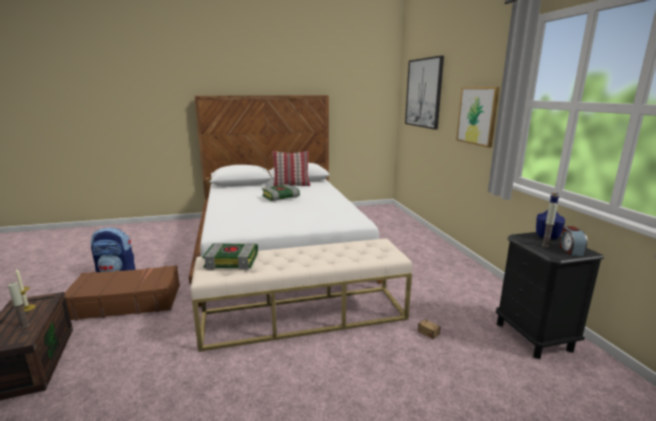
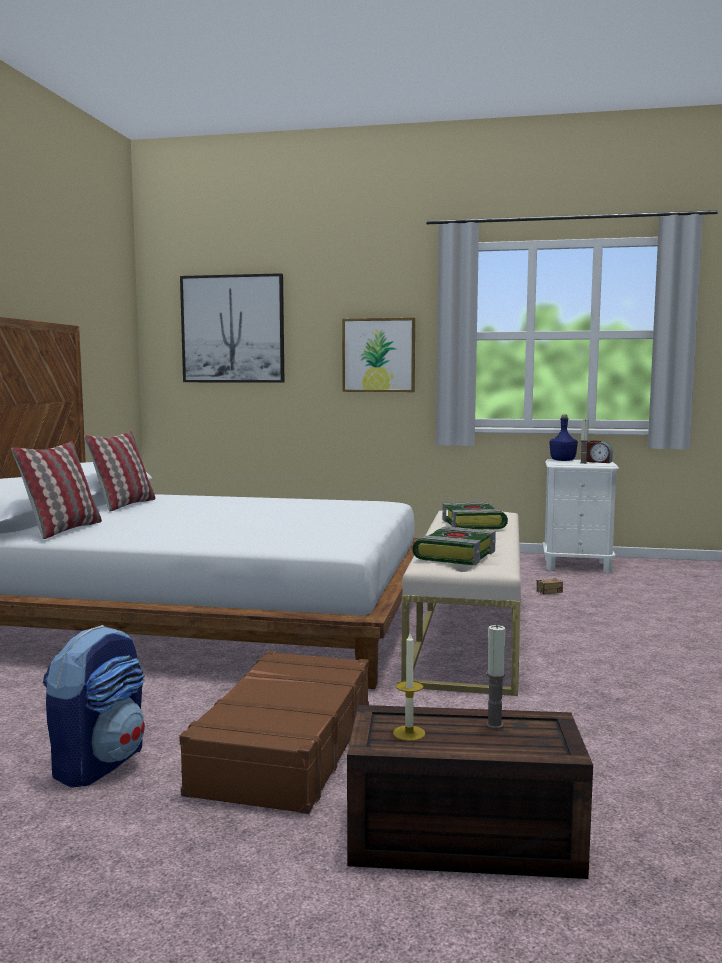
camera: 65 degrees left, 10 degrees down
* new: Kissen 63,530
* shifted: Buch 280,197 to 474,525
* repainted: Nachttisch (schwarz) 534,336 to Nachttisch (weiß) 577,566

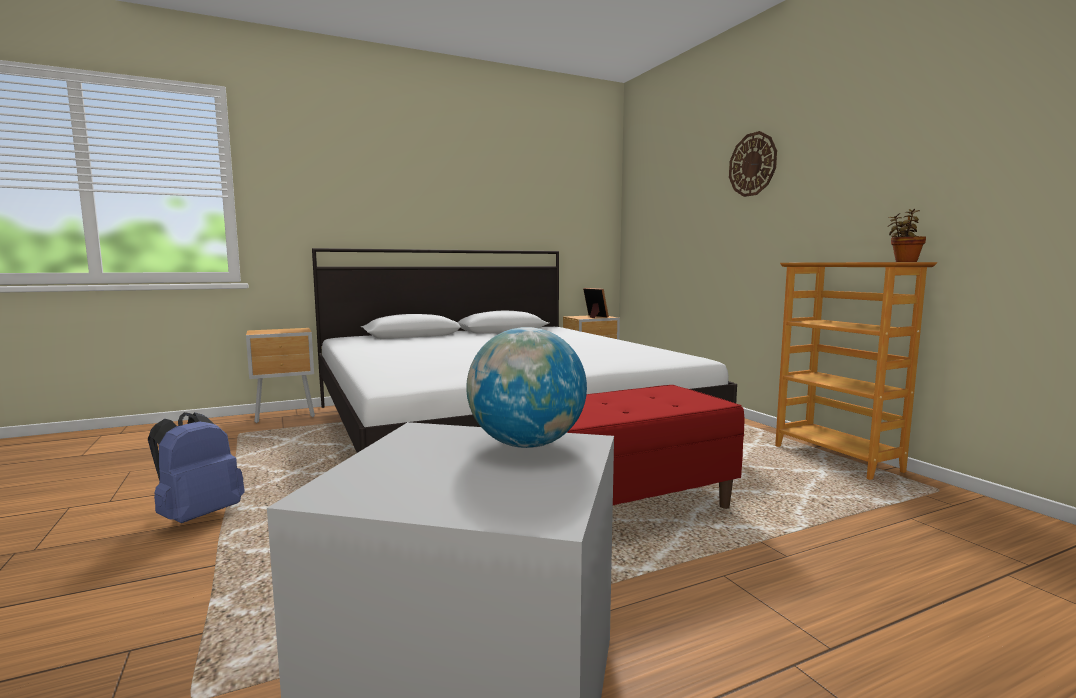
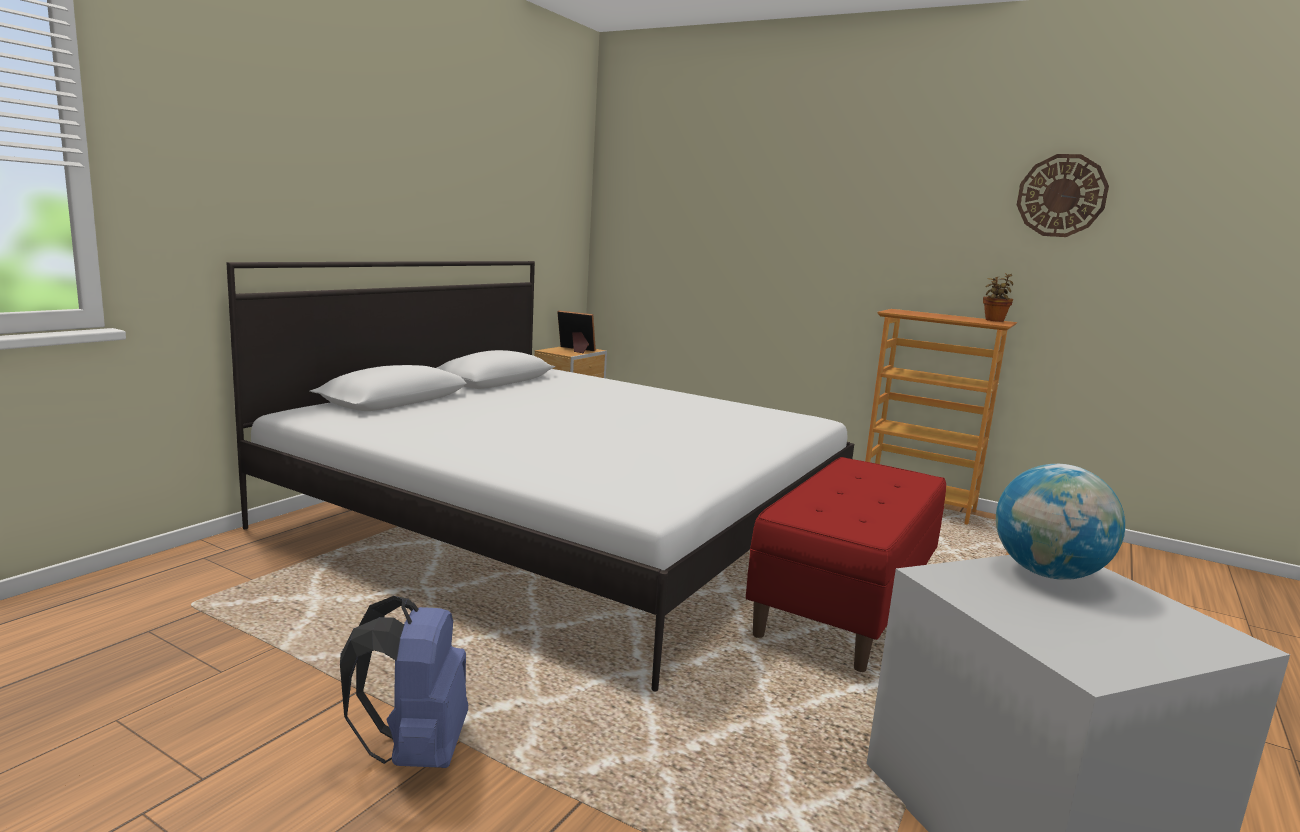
camera: 35 degrees left, 5 degrees up
* gone: Nachttisch (braun) 286,415
* shifted: Wanduhr 752,164 to 1061,195

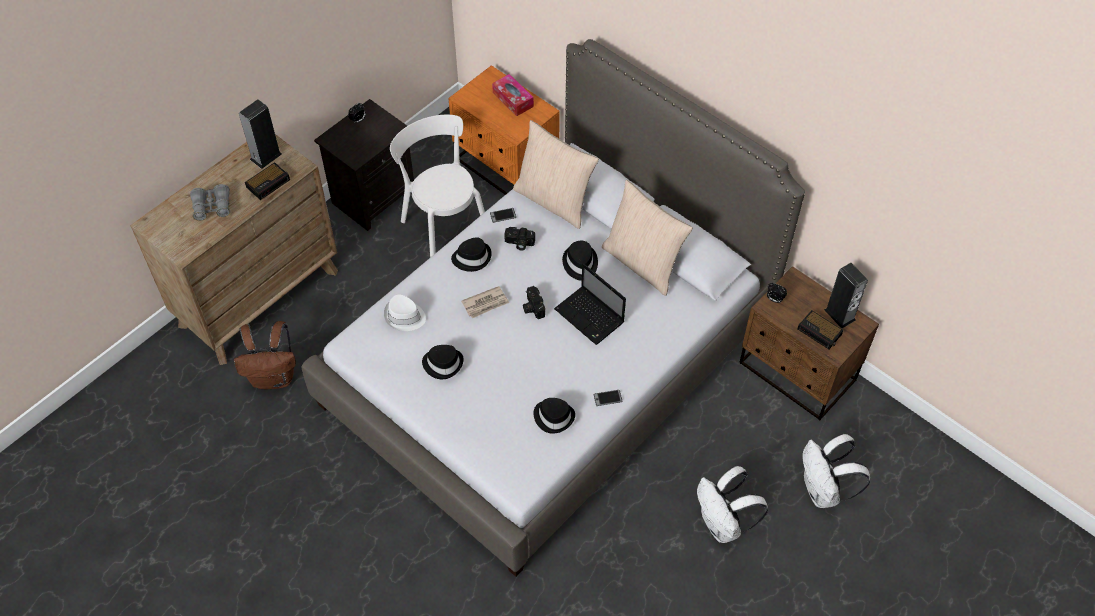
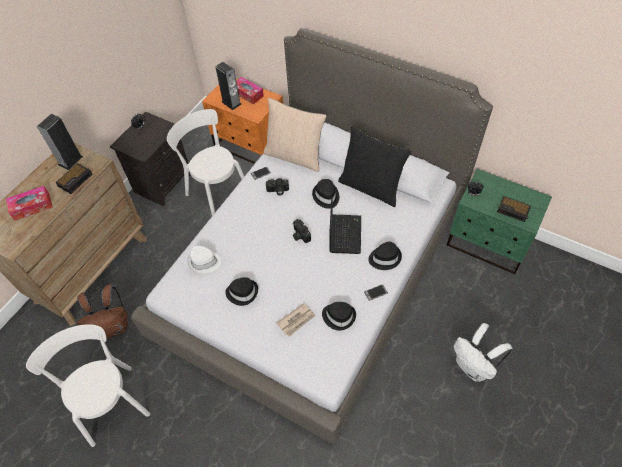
camera: 10 degrees left, 0 degrees up
* gone: Rucksack (weiß) 823,491
* new: Stuhl (weiß) 110,401
* shifted: Hut (schwarz) 472,257 to 384,258
* shifted: Zeitung 485,303 to 296,320
* shifted: Lautsprecher 839,314 to 231,103
* swapped: Fernglas (grau) 212,207 to Taschentuchbox 32,207
* repainted: Kissen (beige) 643,263 to Kissen (schwarz) 371,187
* repainted: Nachttisch (braun) 797,372 to Nachttisch (grün) 487,244
* rotated: Laptop 590,317 = 345,233 120 degrees counterclockwise

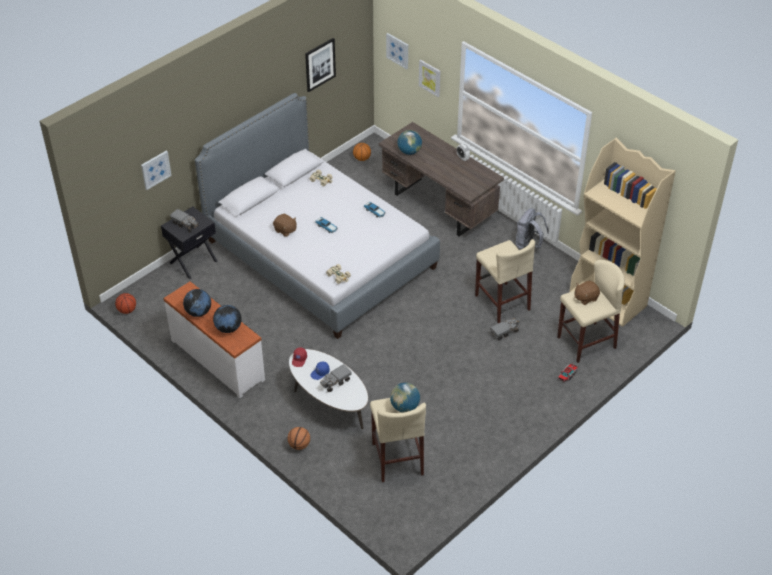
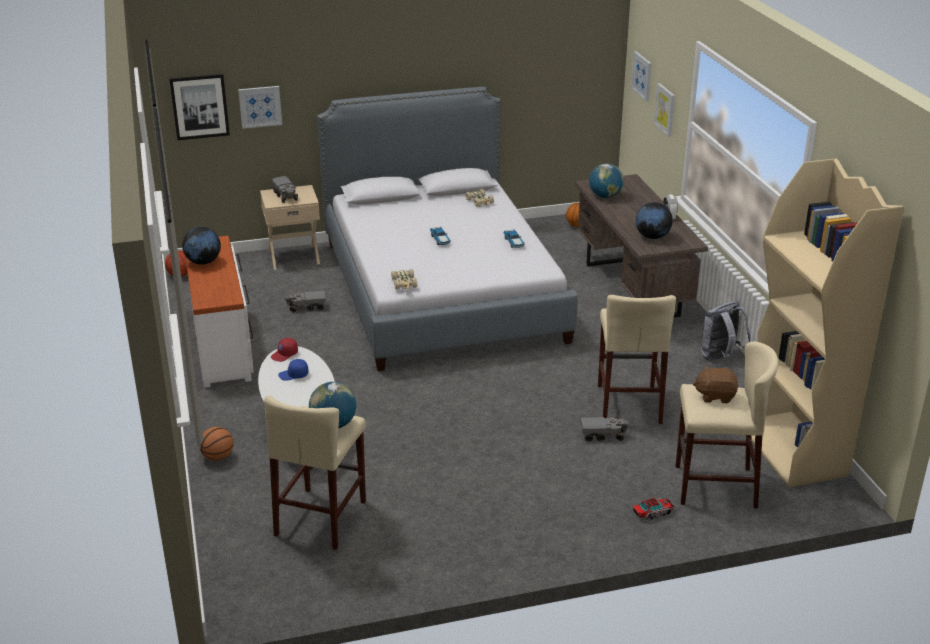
camera: 30 degrees right, 15 degrees down
* gone: Plüschtier (braun) 285,230
* shifted: Globus 228,328 to 652,237
* shifted: Bild 320,64 to 199,106
* shifted: Spielzeuglaster 335,382 to 306,307
* repainted: Nachttisch (schwarz) 193,261 to Nachttisch (beige) 293,256

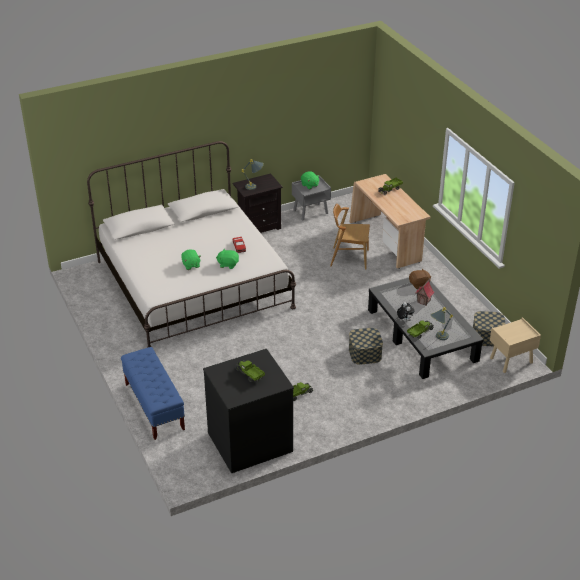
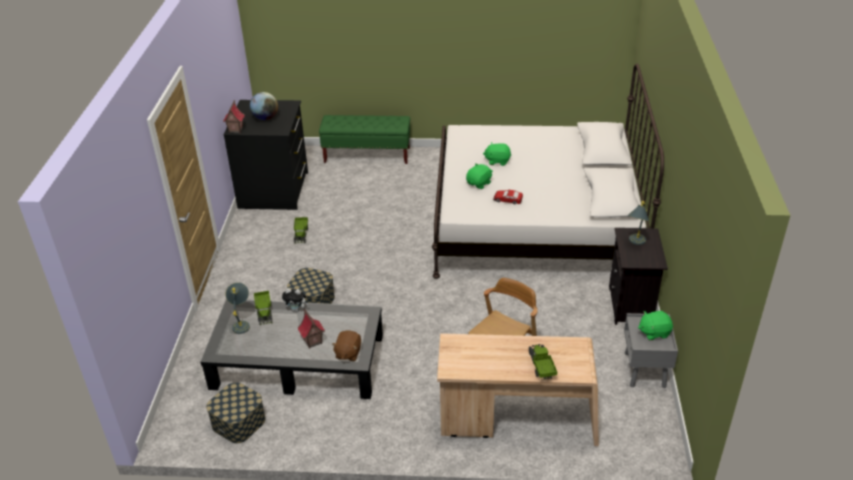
camera: 120 degrees right, 0 degrees up
* gone: Nachttisch (beige) 511,361
* new: Spielzeughaus 235,130
* swapped: Spielzeuglaster 249,374 to Globus 265,118
* repainted: Bank (blau) 154,406 to Bank (grün) 367,155

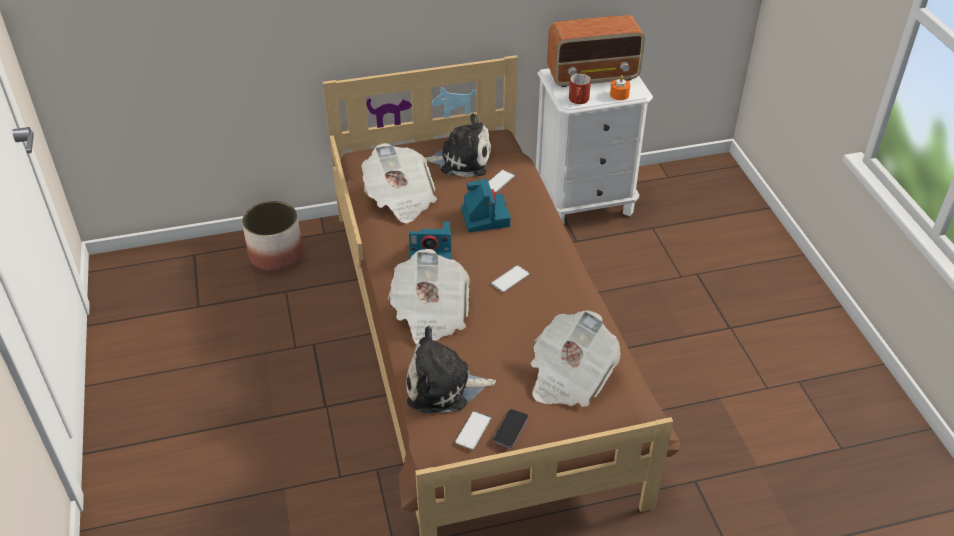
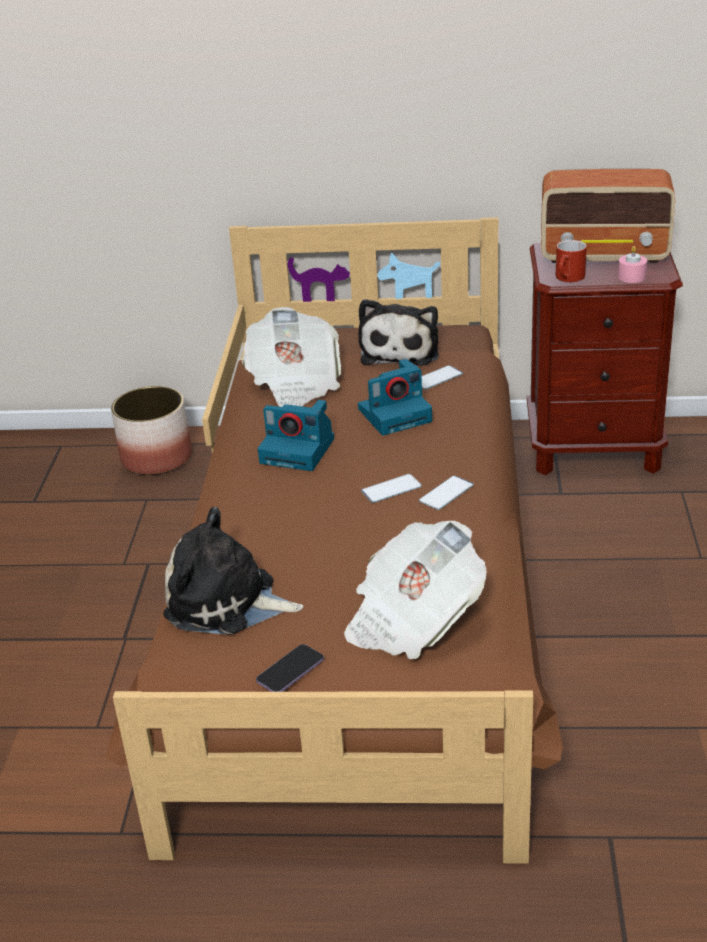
camera: 20 degrees right, 10 degrees down
* gone: Zeitung 430,314
* shifted: Handy 473,430 to 446,493
* repainted: Nachttisch (weiß) 585,202 to Nachttisch (braun) 594,449
* repainted: Kerze (orange) 619,95 to Kerze (rosa) 631,277
* rotated: Plüschtier 462,160 = 401,350 75 degrees clockwise
* rotated: Kamera 484,216 = 396,414 60 degrees clockwise

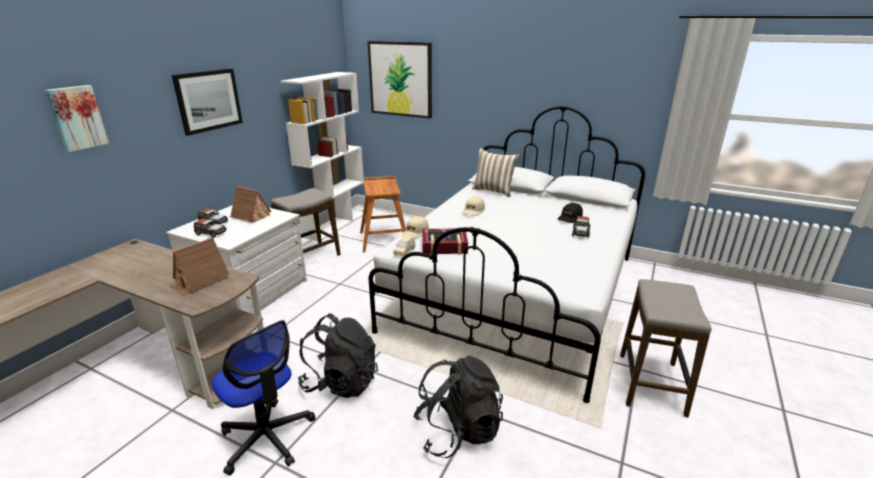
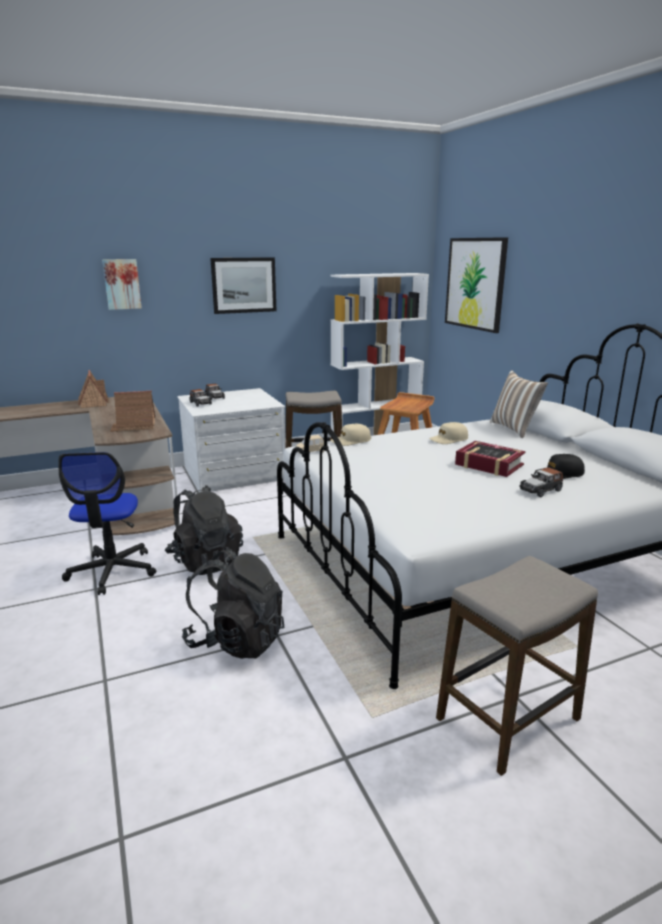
camera: 40 degrees right, 5 degrees down
* shifted: Spielzeughaus 250,216 to 93,403
* shifted: Buch 444,246 to 489,465

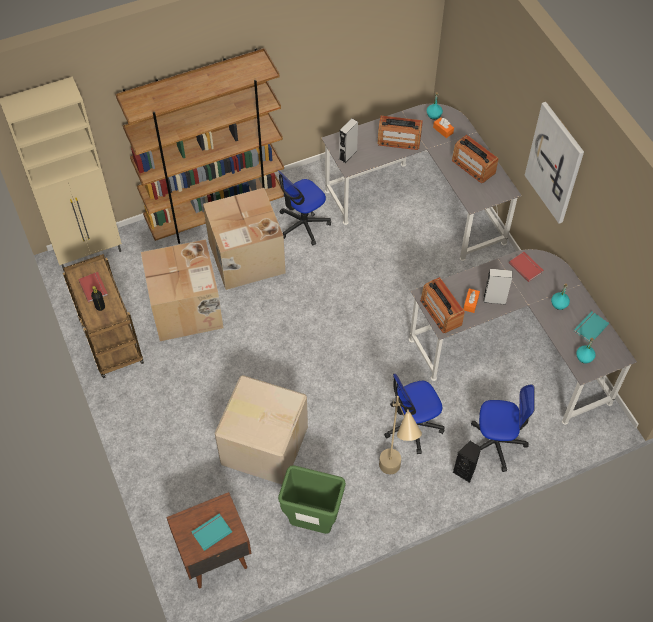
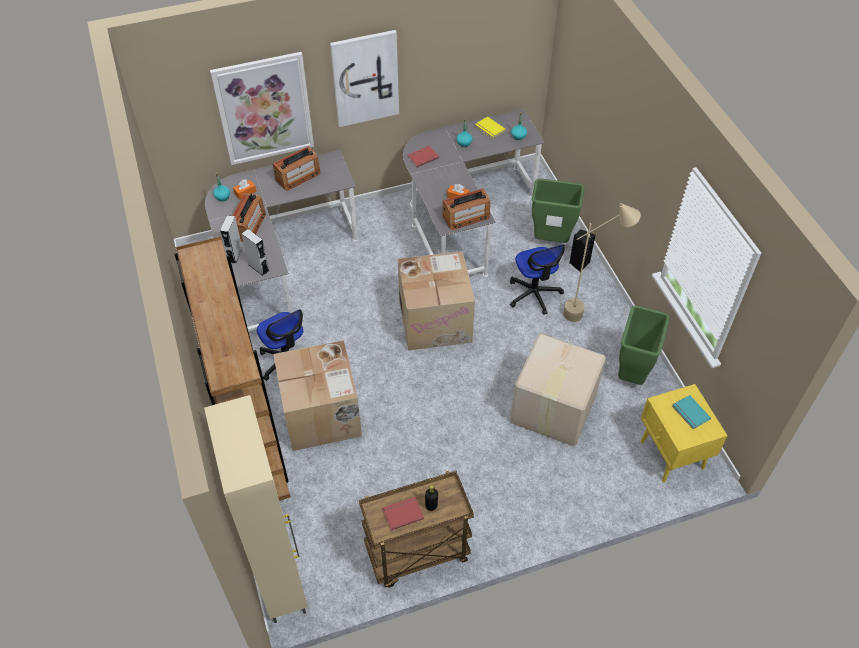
camera: 85 degrees left, 5 degrees down
* new: Bild 264,109
* shifted: Karton 187,309 to 436,320
* shifted: Lautsprecher (grau) 494,299 to 235,255
* swapped: Bürostuhl 496,442 to Mülleimer (grün) 551,240
* repainted: Nachttisch (braun) 213,556 to Nachttisch (gelb) 672,456
* repainted: Buch (türkis) 589,327 to Buch (gelb) 489,129

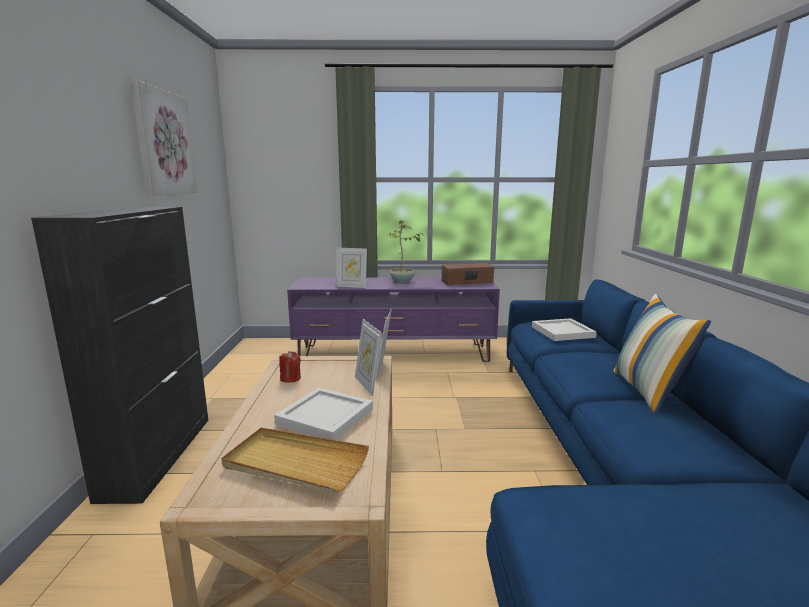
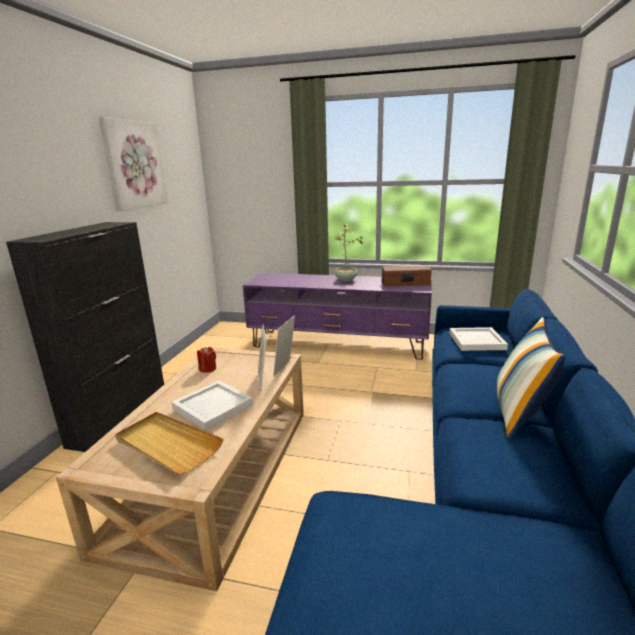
camera: 15 degrees right, 5 degrees up
* gone: Bilderrahmen 352,286

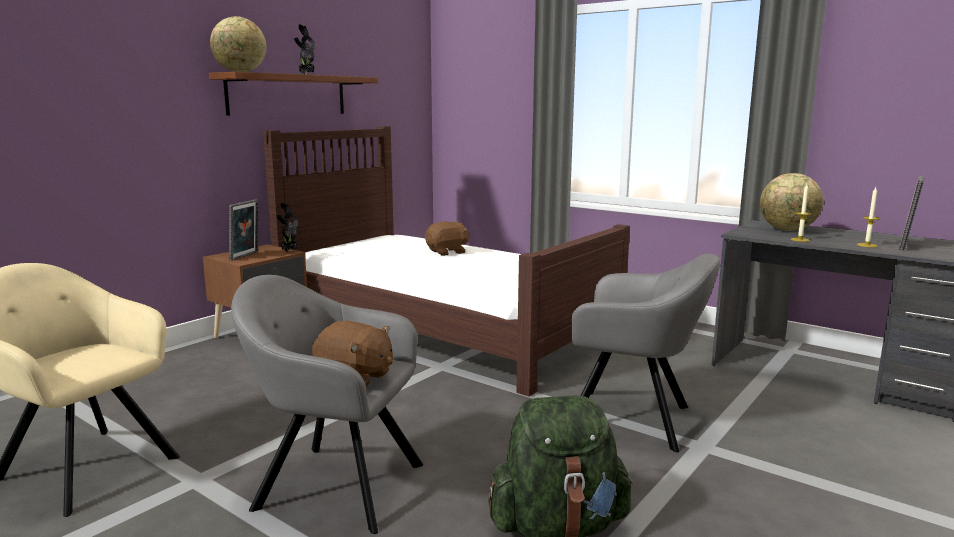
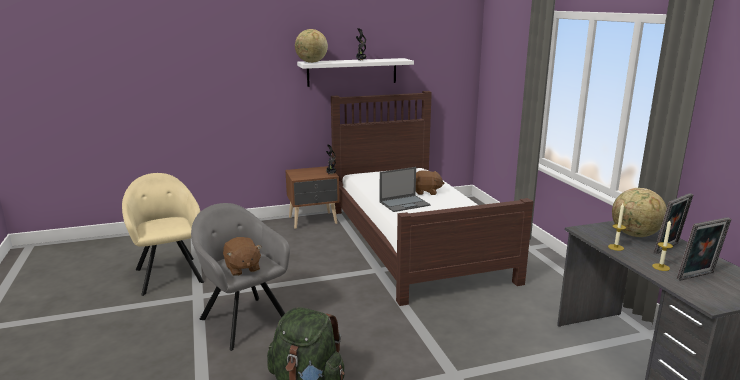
camera: 35 degrees right, 5 degrees up
* gone: Sessel (grau) 634,419
* new: Laptop 405,203
* shifted: Bilderrahmen 246,256 to 668,249
* repainted: Wandregal (braun) 288,95 to Wandregal (weiß) 352,72

